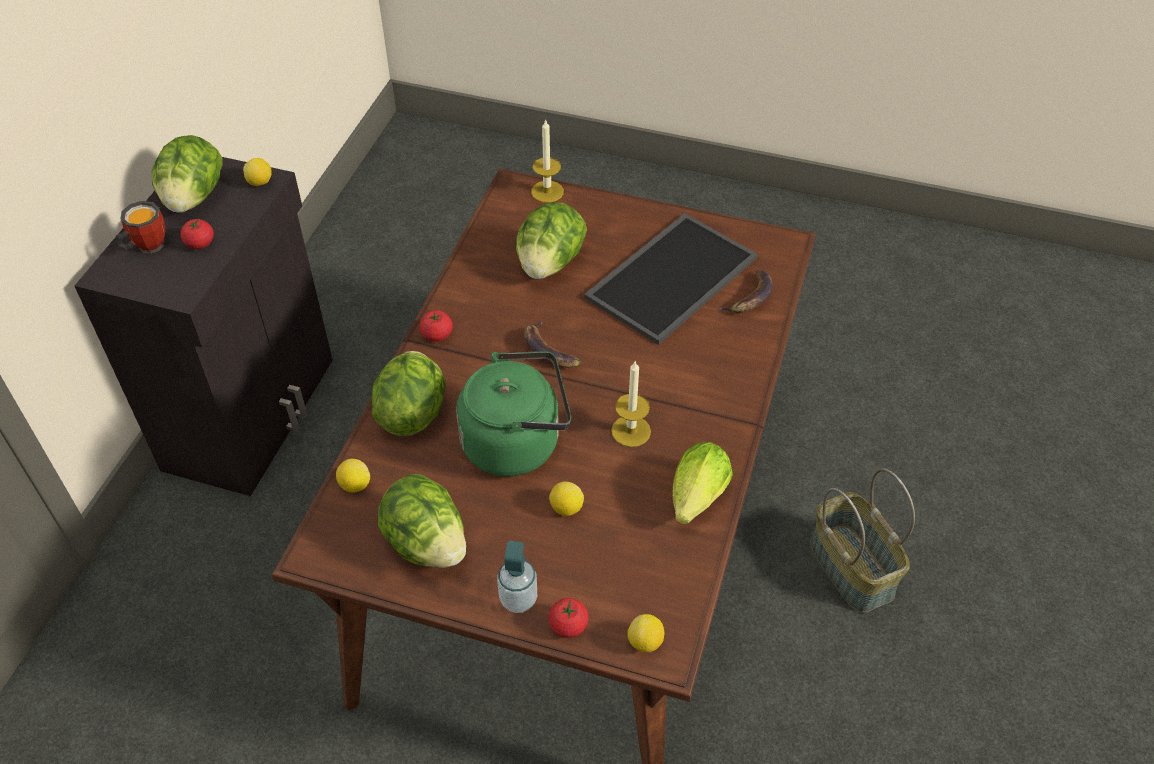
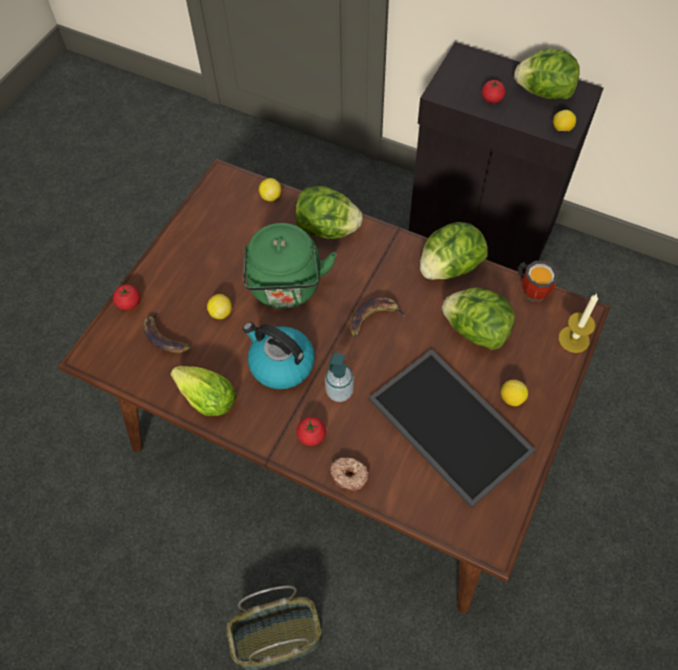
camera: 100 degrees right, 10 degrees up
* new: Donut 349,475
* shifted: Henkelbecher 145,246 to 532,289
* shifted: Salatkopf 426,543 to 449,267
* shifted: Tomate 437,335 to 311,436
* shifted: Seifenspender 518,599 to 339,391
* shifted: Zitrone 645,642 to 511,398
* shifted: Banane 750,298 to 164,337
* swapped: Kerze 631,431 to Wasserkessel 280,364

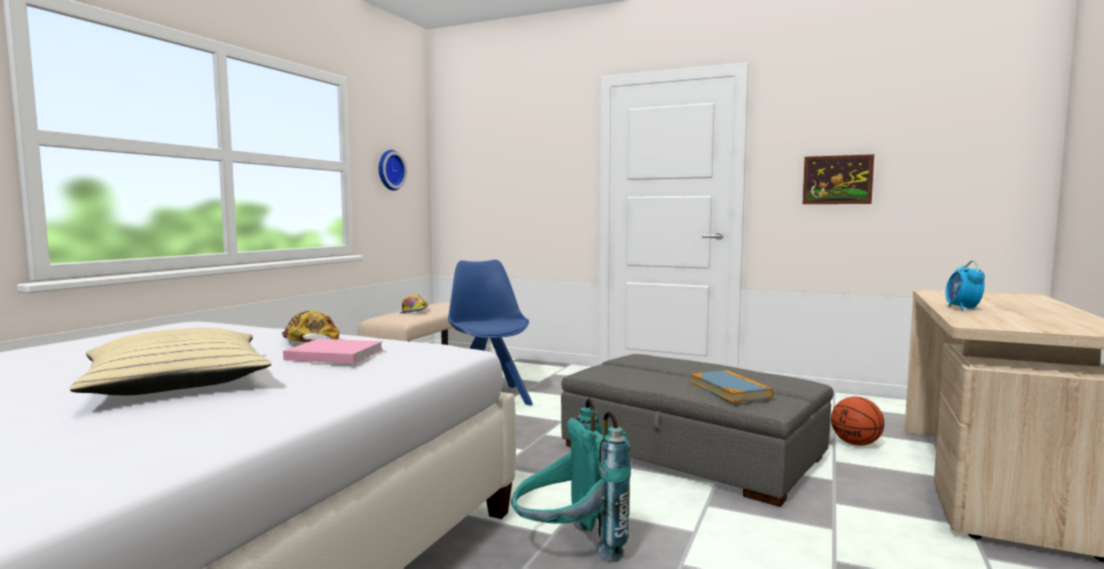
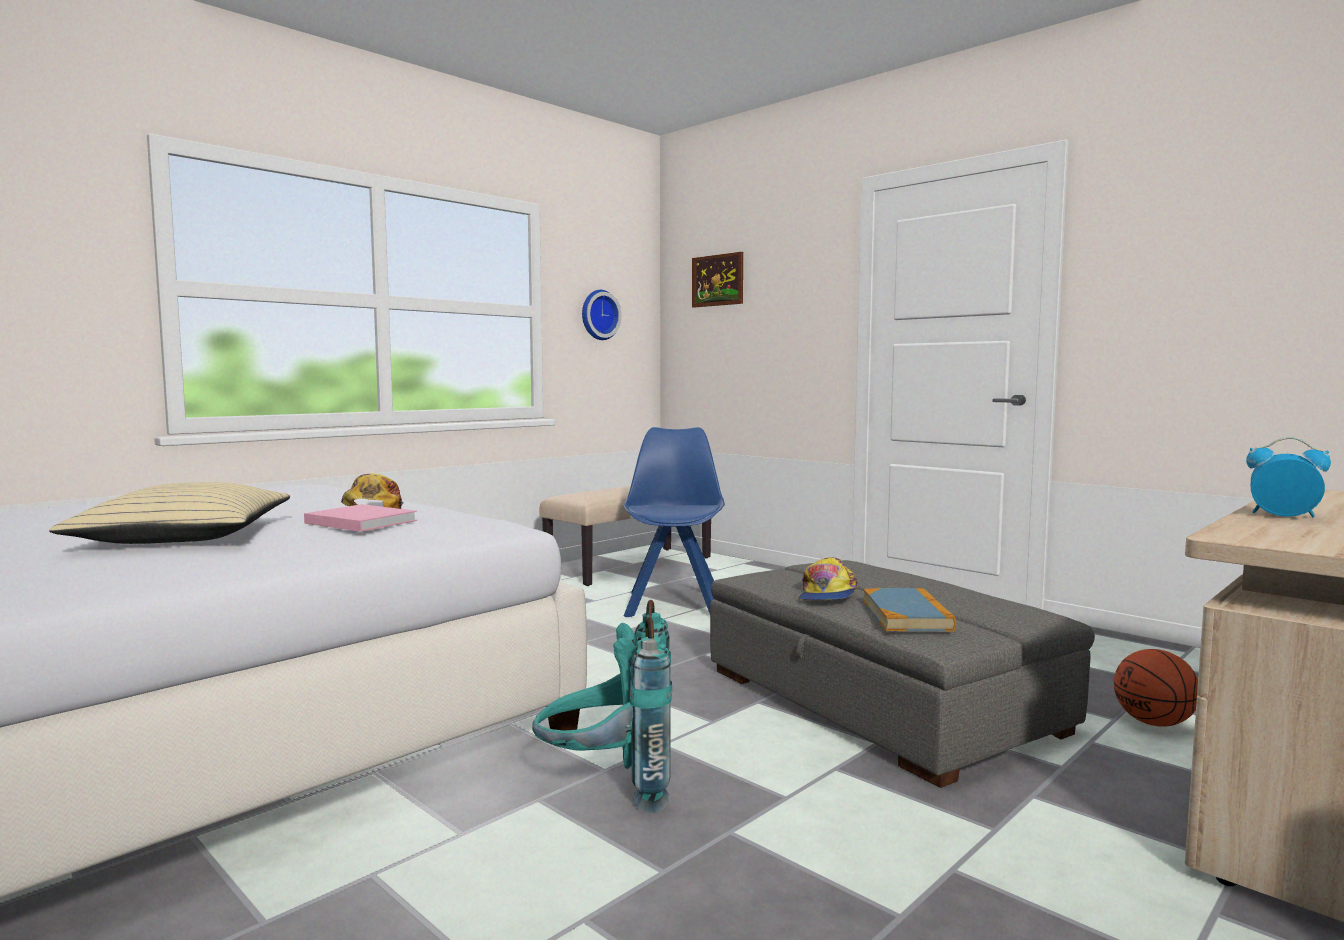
camera: 20 degrees right, 0 degrees up
* shifted: Kappe 413,311 to 827,594
* shifted: Bild 837,180 to 717,280
* rotated: Wecker 962,309 = 1282,516 90 degrees clockwise

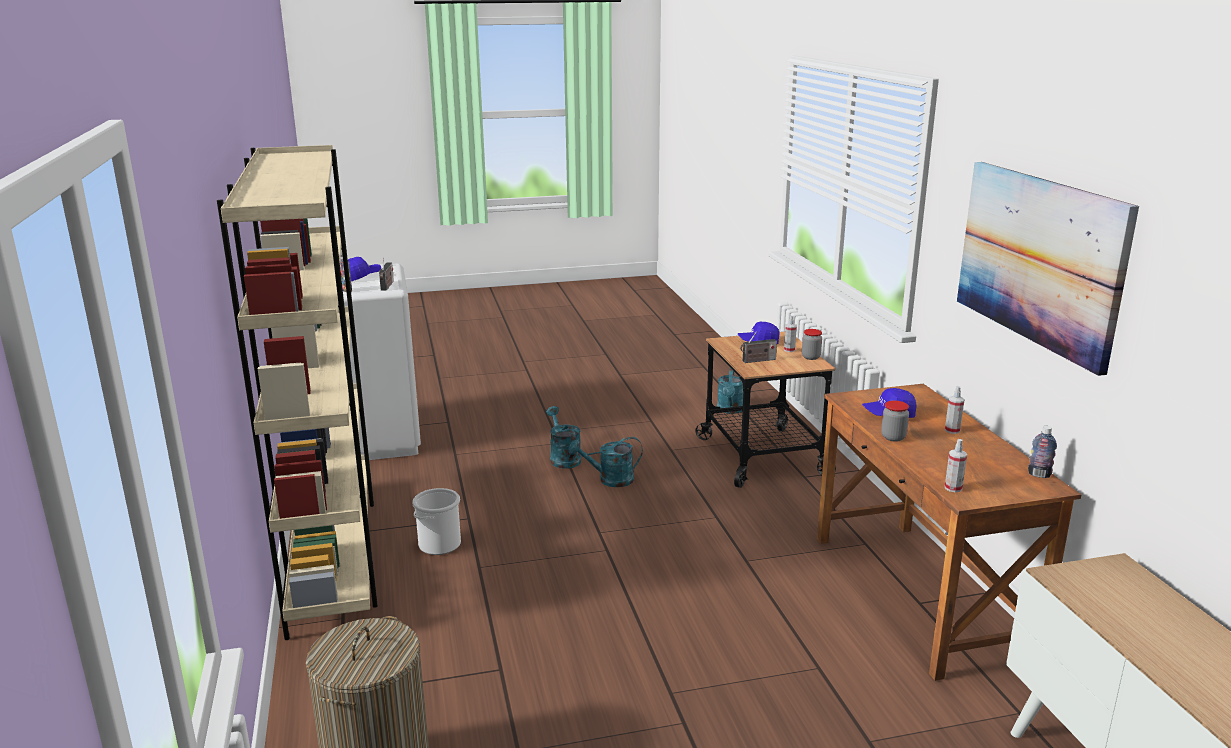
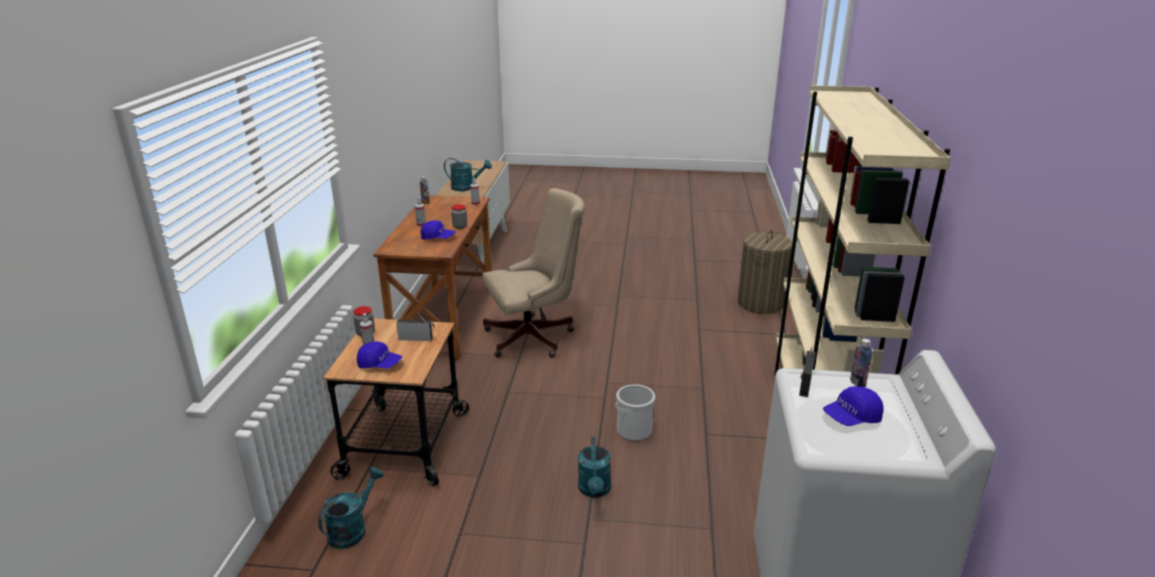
camera: 160 degrees left, 5 degrees up
* gone: Bild 1039,259
* new: Bürostuhl (beige) 535,337
* shifted: Eimer 439,545 to 634,430
* shifted: Gießkanne (türkis) 609,480 to 466,188

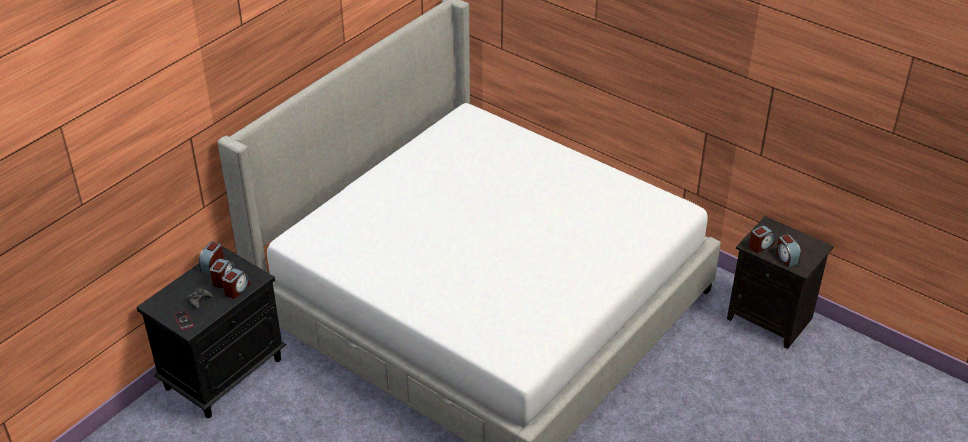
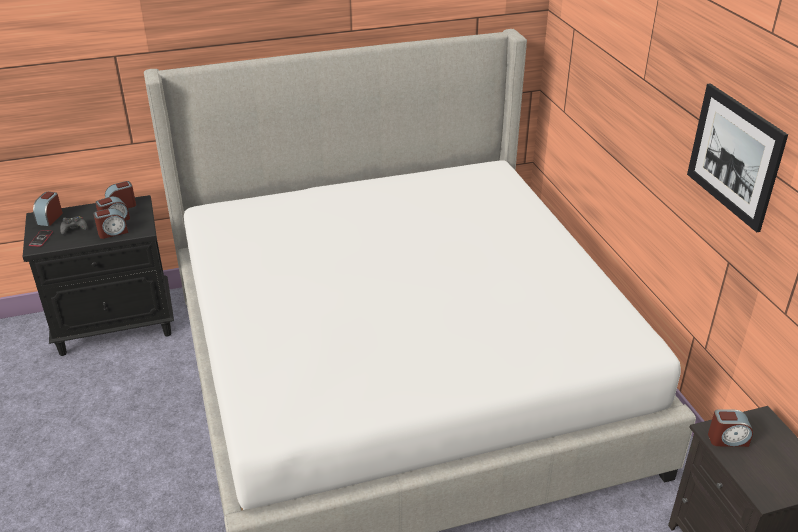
camera: 35 degrees right, 5 degrees down
* new: Bild 734,156
* shifted: Wecker 786,258 to 50,218

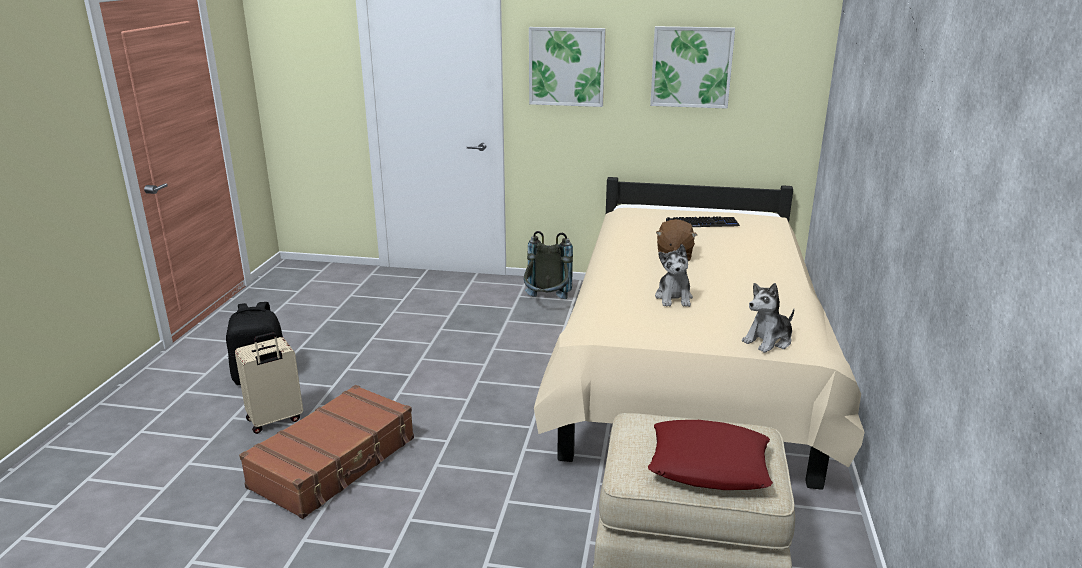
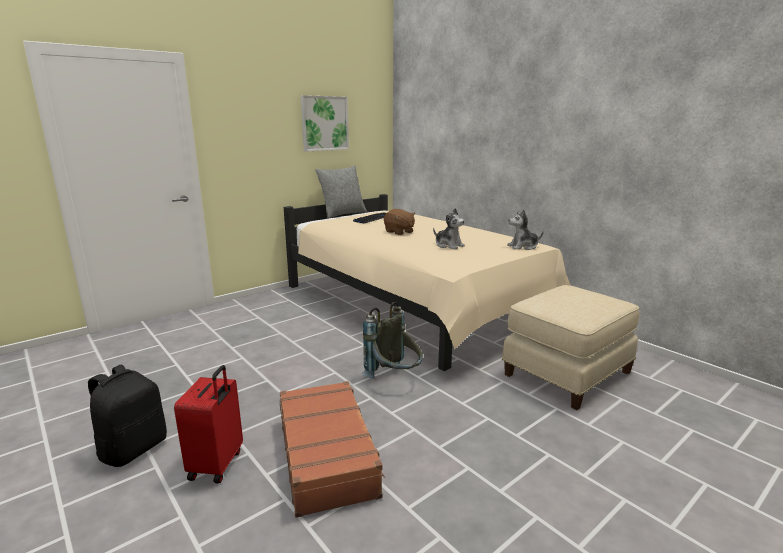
camera: 50 degrees left, 5 degrees down
* gone: Bild 566,66
* gone: Kissen (rot) 709,464
* new: Kissen (grau) 342,214
* shifted: Rucksack (grau) 546,303 to 395,378
* repainted: Koffer (beige) 275,420 to Koffer (rot) 217,465
* rotated: Plüschtier 768,341 = 523,247 75 degrees clockwise

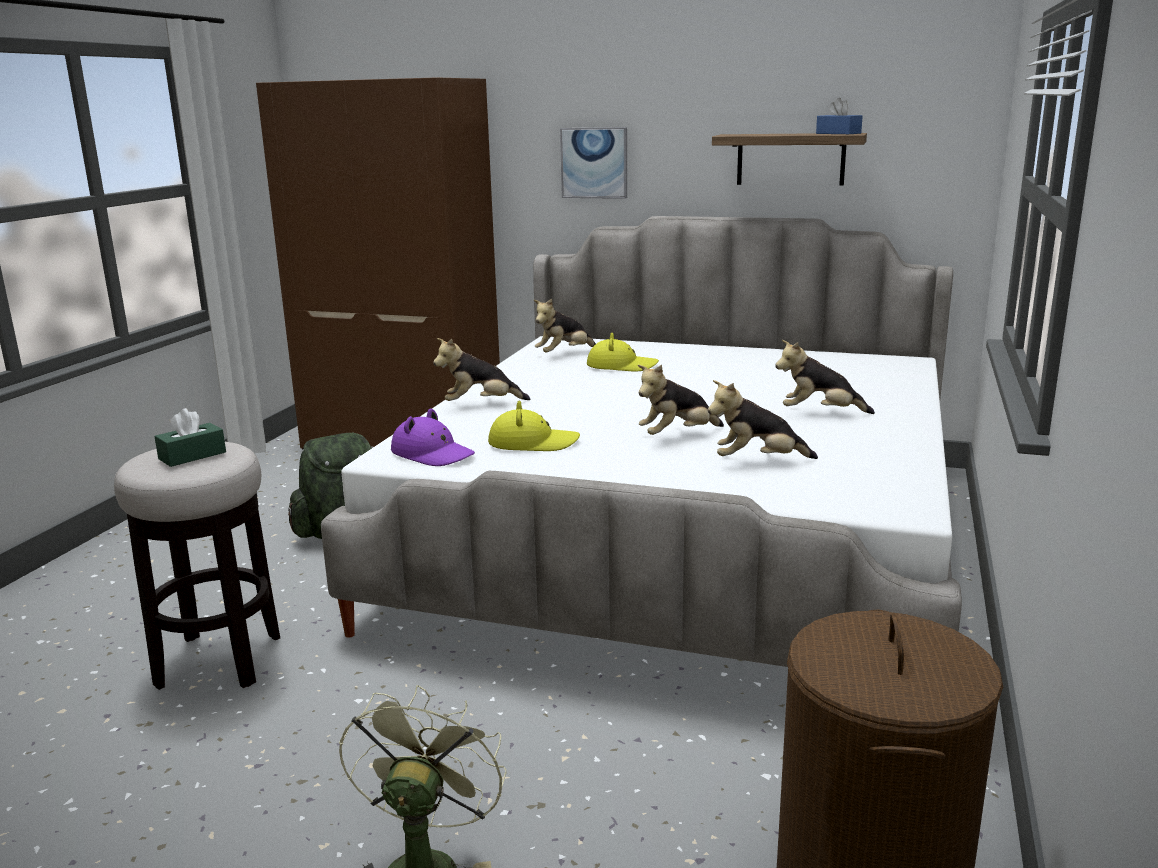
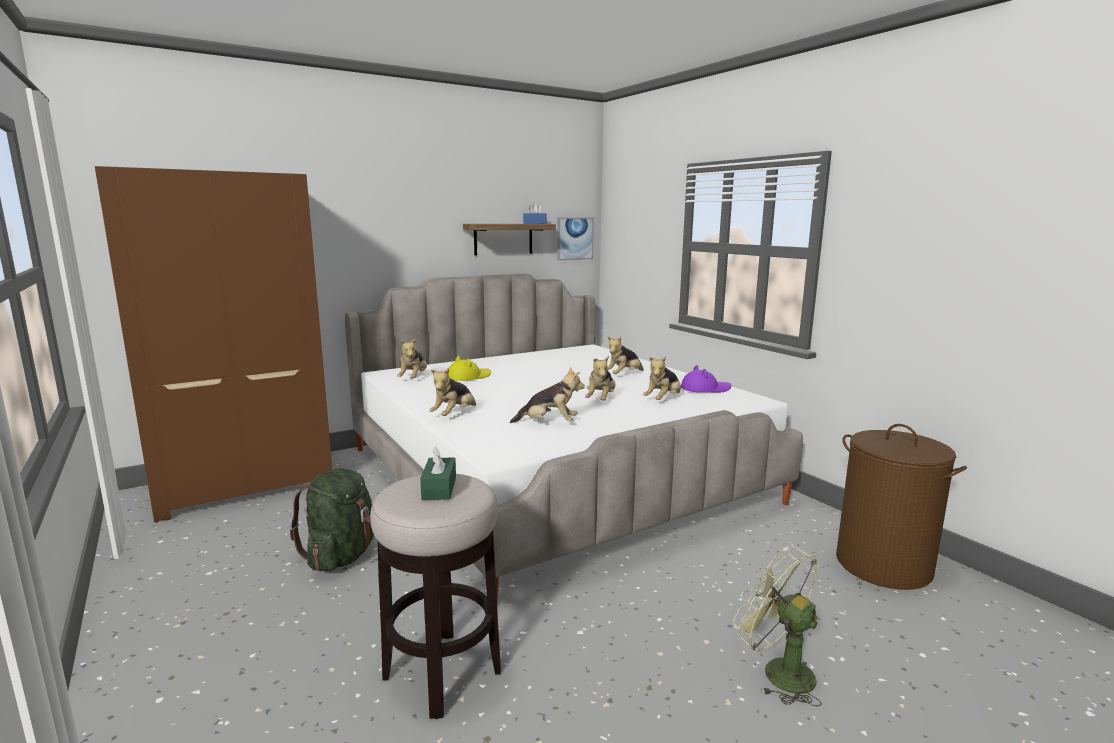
camera: 50 degrees left, 5 degrees down
* shifted: Hut (lila) 433,454 to 705,389
* shifted: Bild 594,163 to 574,238
* swapped: Hut (gelb) 532,443 to Plüschtier 549,423

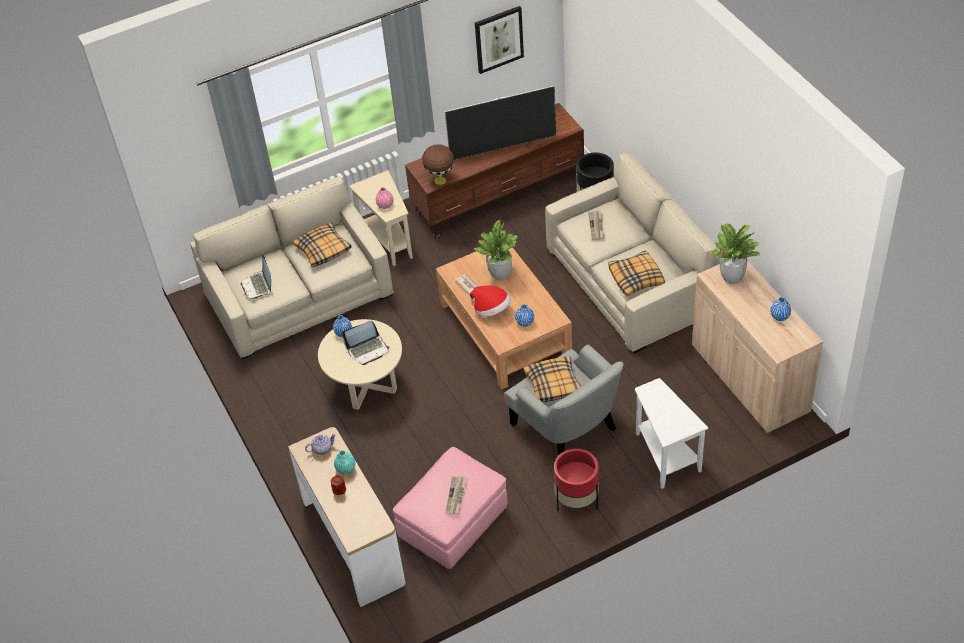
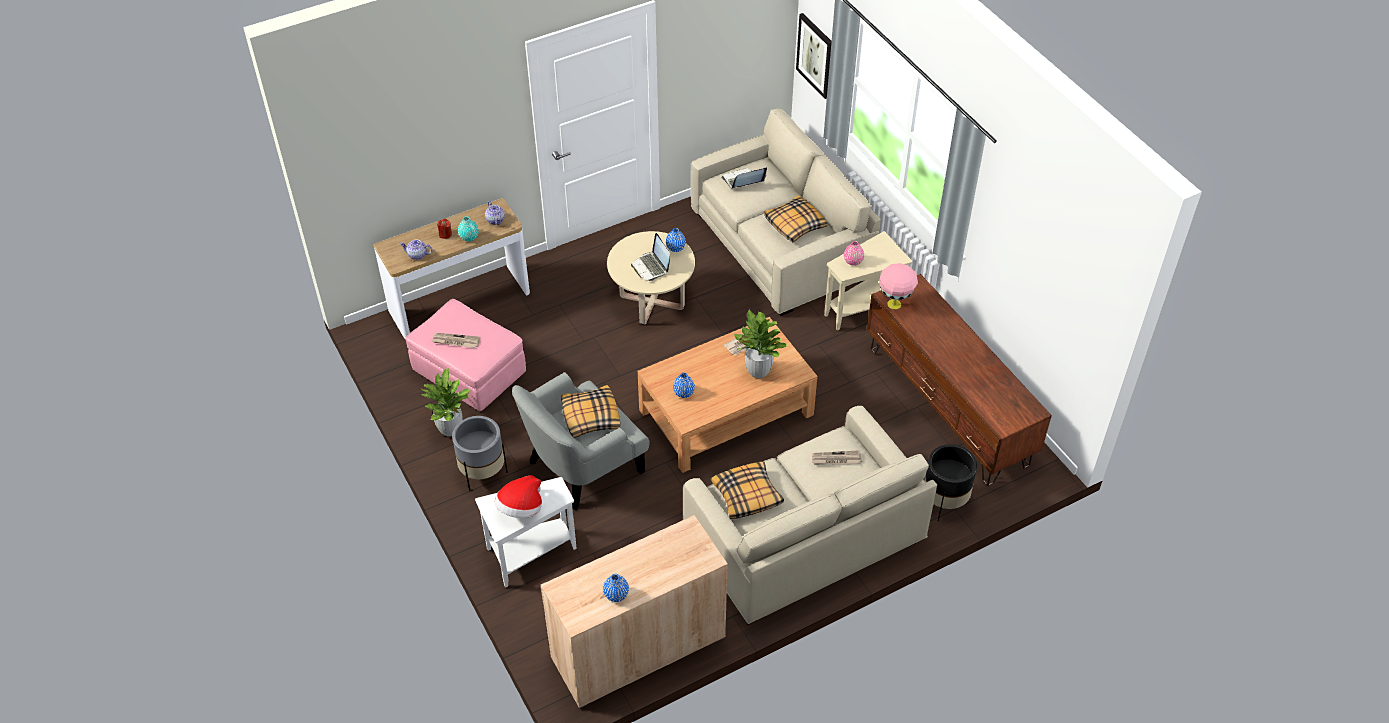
camera: 85 degrees right, 0 degrees up
* gone: Fernseher 503,147
* new: Teekanne 417,255
* shifted: Hut 491,310 to 521,508
* shifted: Bild 498,39 to 815,55
* shifted: Topfpflanze 731,277 to 450,429
* repainted: Tischlampe (braun) 440,180 to Tischlampe (rosa) 895,304
* repainted: Pflanzkübel (rot) 576,500 to Pflanzkübel (grau) 483,473

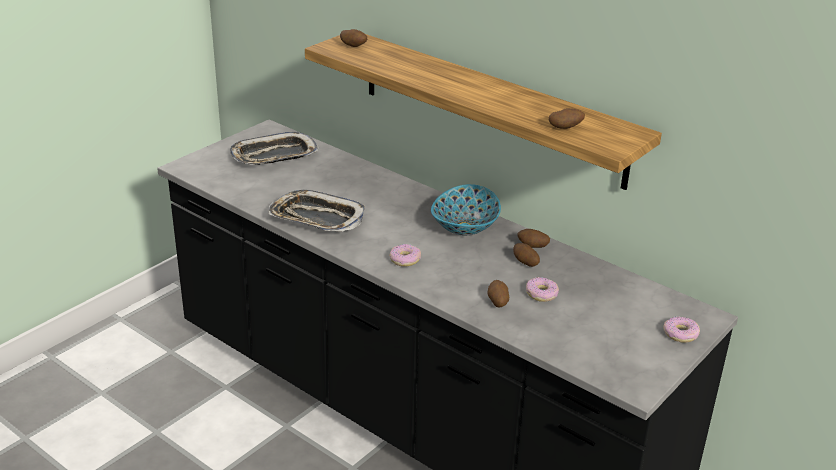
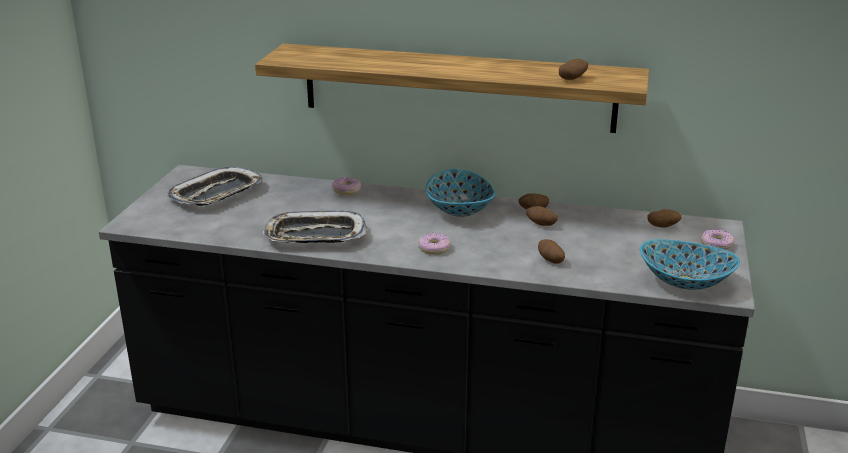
camera: 25 degrees left, 5 degrees down
* new: Schüssel 685,282
* shifted: Kartoffel 353,46 to 663,227
* shifted: Donut 541,294 to 346,190

